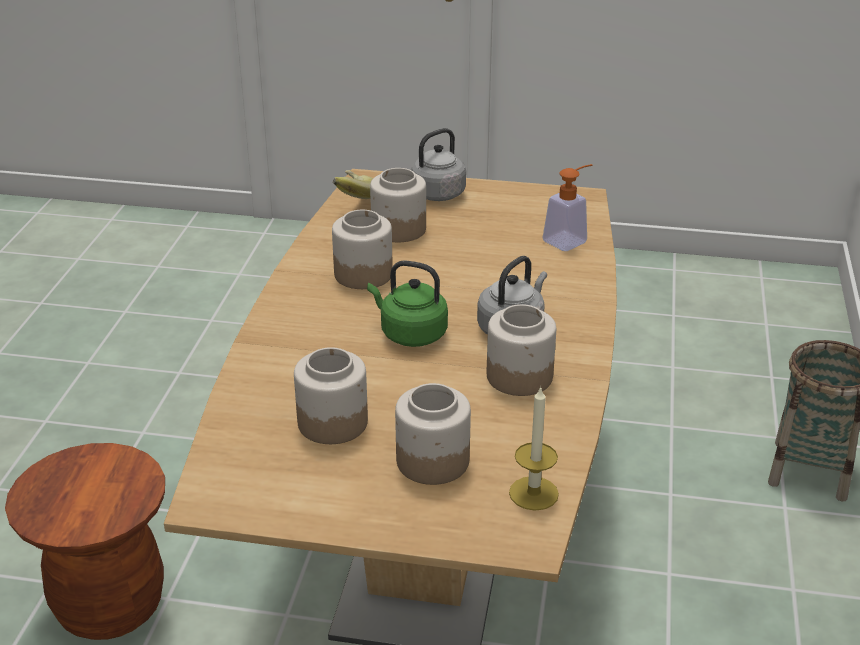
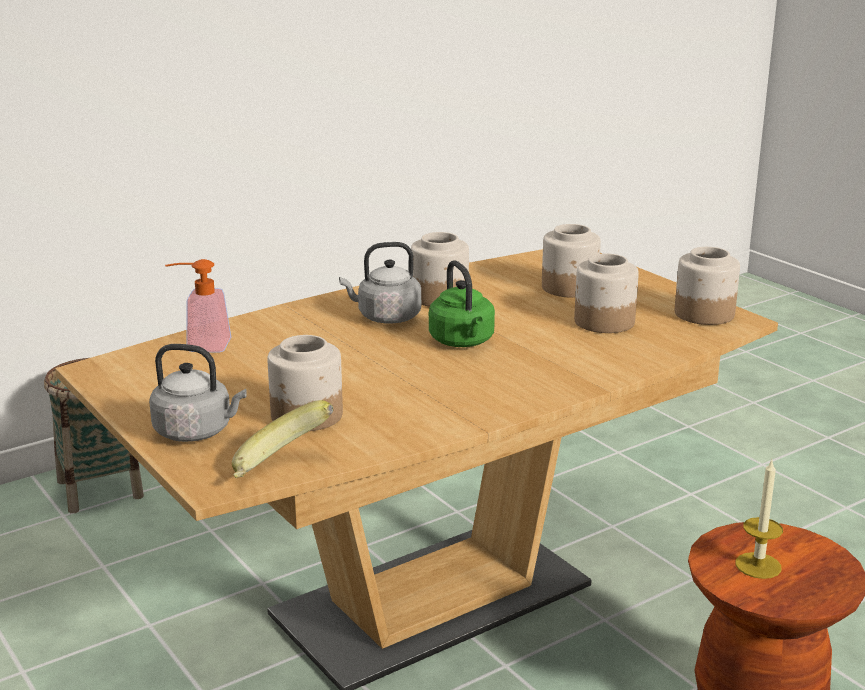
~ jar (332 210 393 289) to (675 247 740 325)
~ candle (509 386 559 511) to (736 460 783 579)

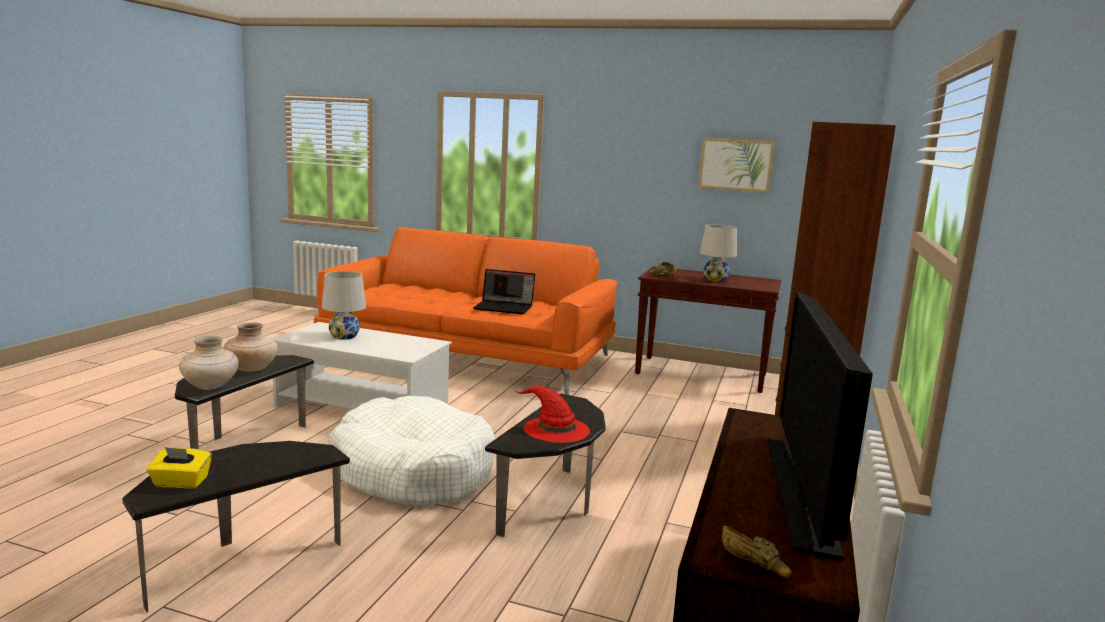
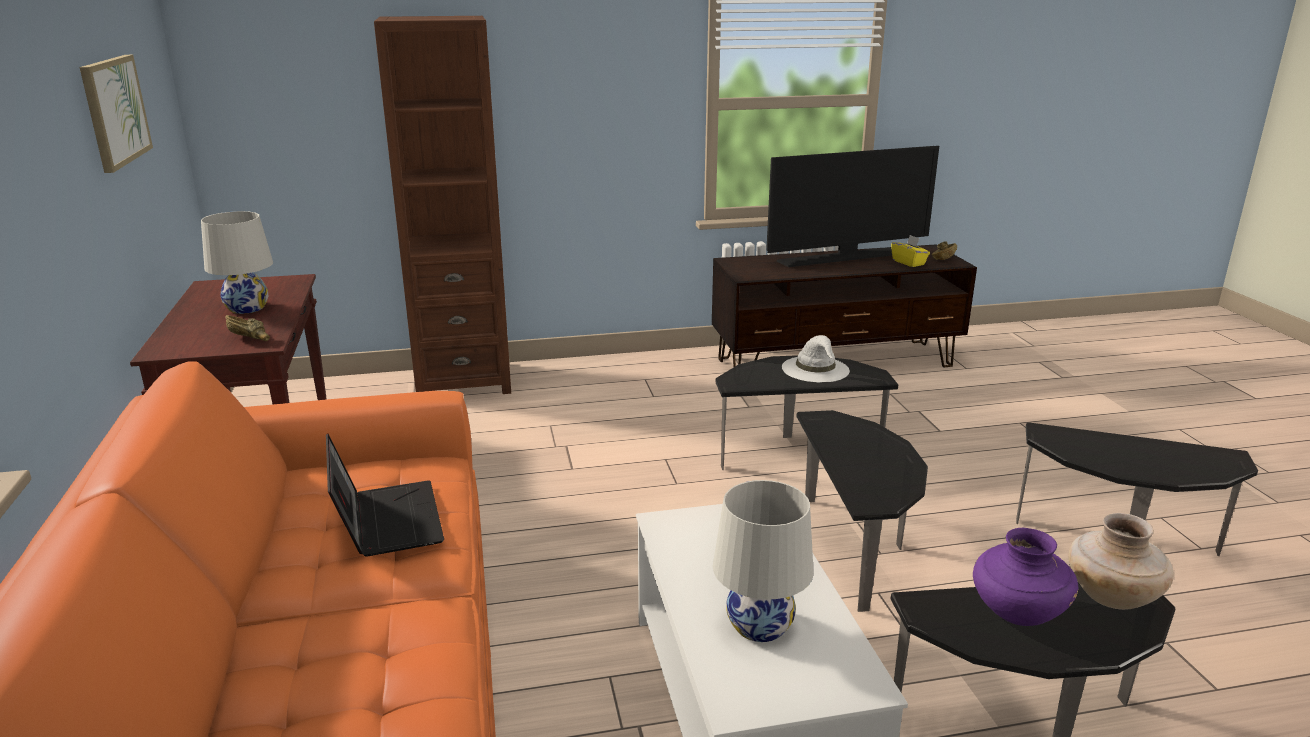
~ red_hat (516 386 590 443) to white_hat (782 335 850 382)
~ white_dog_bed (328 396 495 508) to side_table (797 410 928 612)
~ yellow_tissue_box (147 447 212 489) to (891 235 930 267)
~ beige_vase (223 322 278 371) to purple_vase (973 528 1078 626)

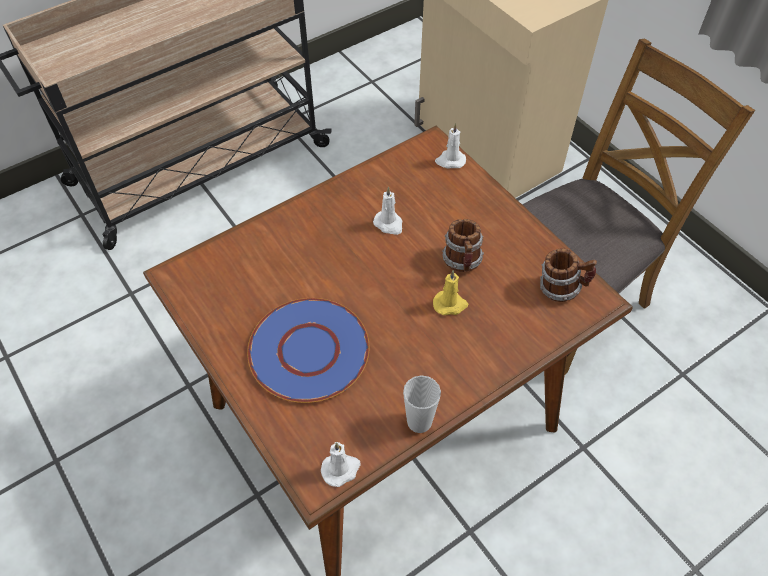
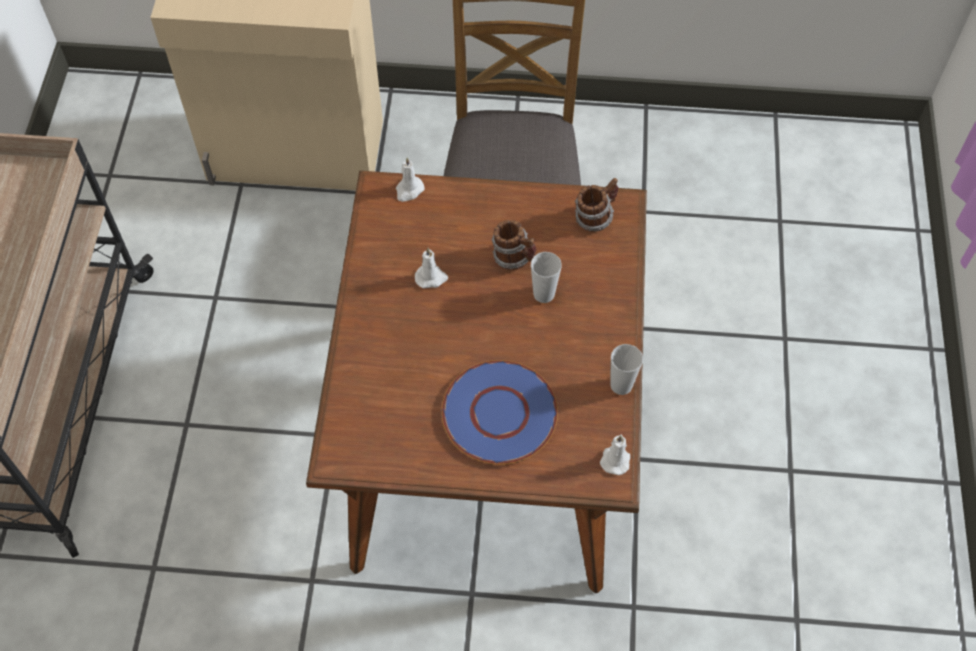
~ yellow_candle (433 270 468 315) to cup (531 252 562 303)

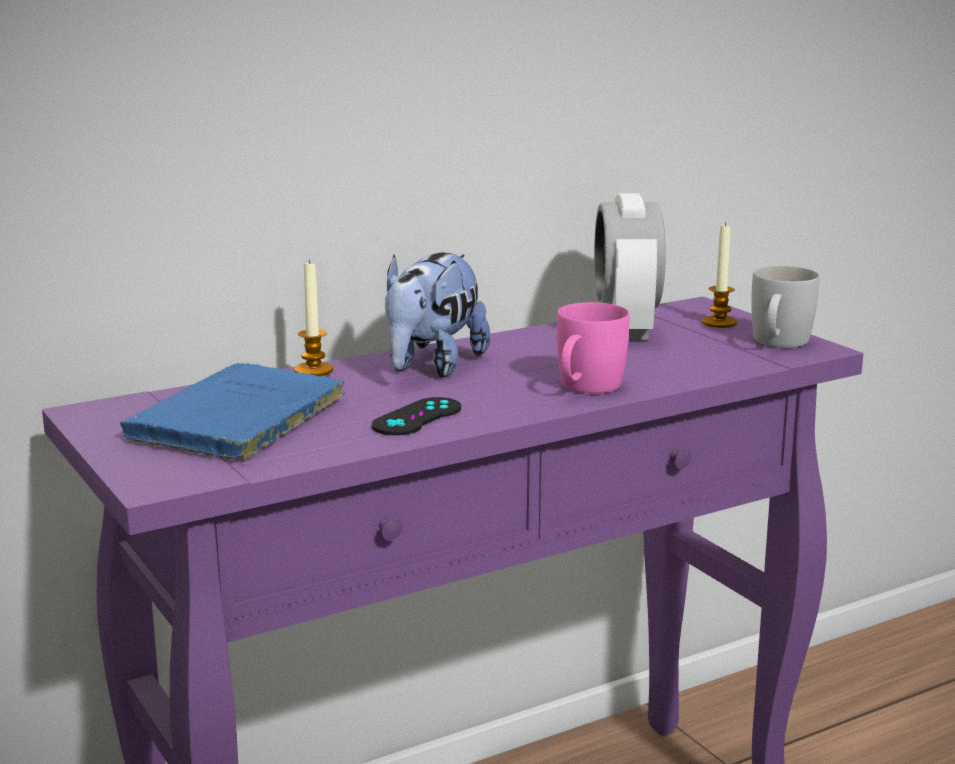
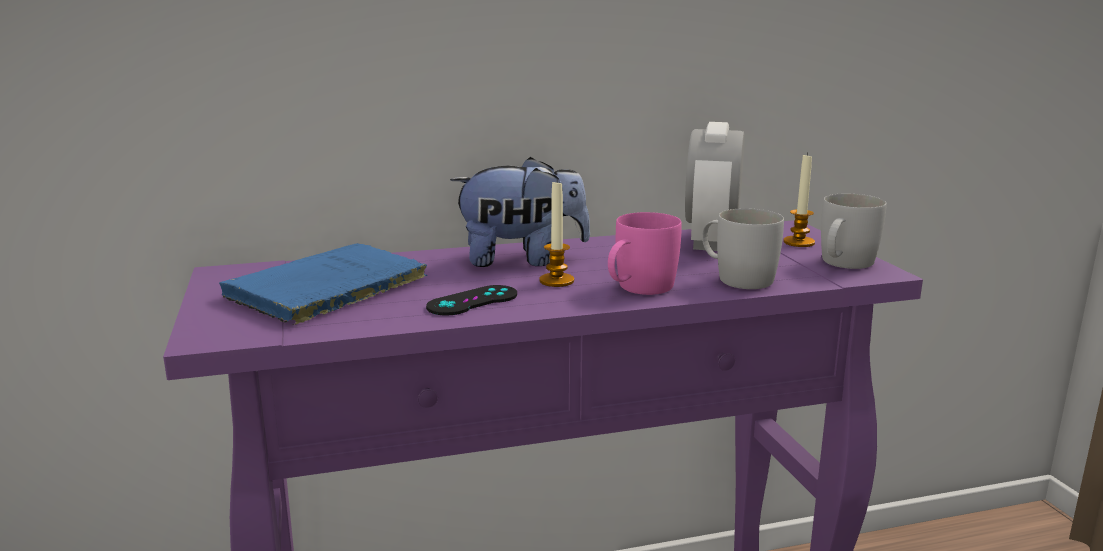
~ plush_toy (385 252 490 377) = (450 157 590 267) 135 degrees counterclockwise
~ candle (295 259 333 376) to (539 181 574 287)
+ white_mug (702 208 784 289)

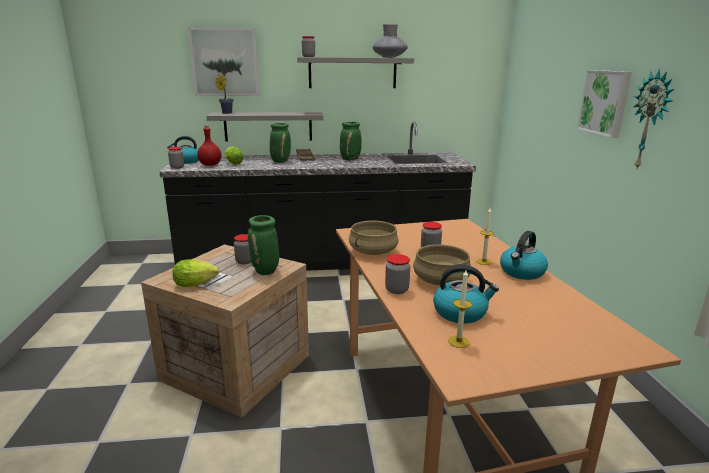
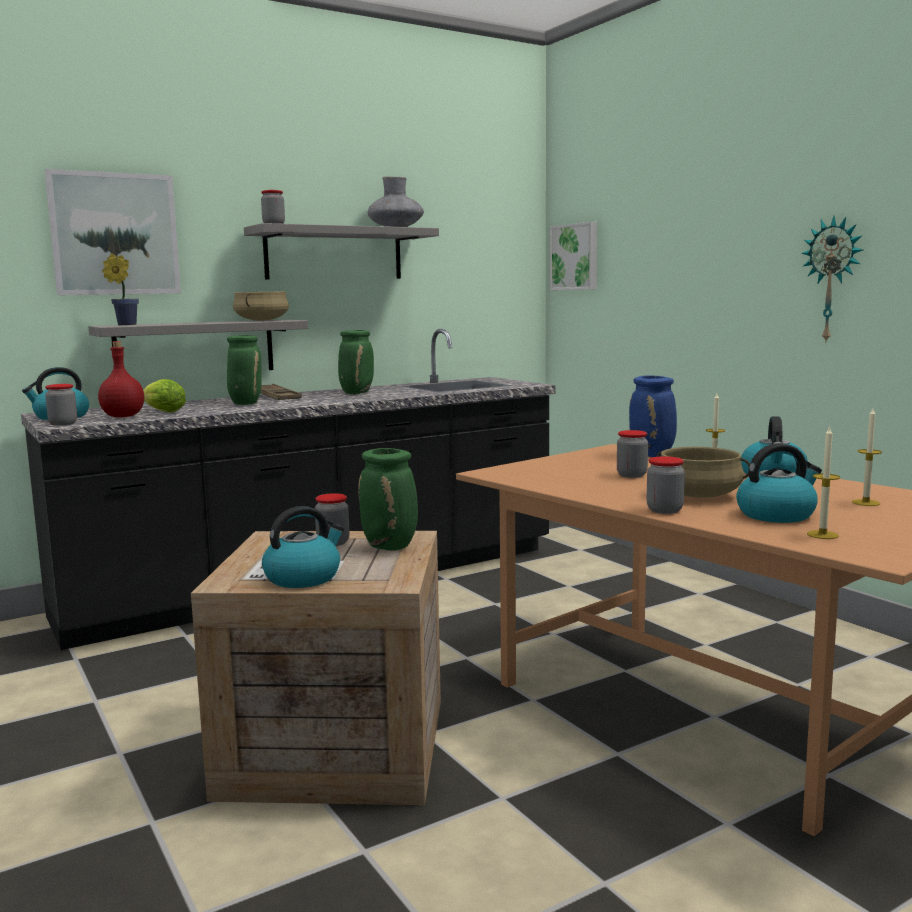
~ beige_cooking_pot (349 221 399 255) to (233 292 289 321)
~ lettuce (172 260 219 287) to kettle (262 506 344 588)
~ picture (577 70 632 138) to (550 222 597 290)
+ blue_vase (629 375 677 457)
+ candle (852 408 882 506)

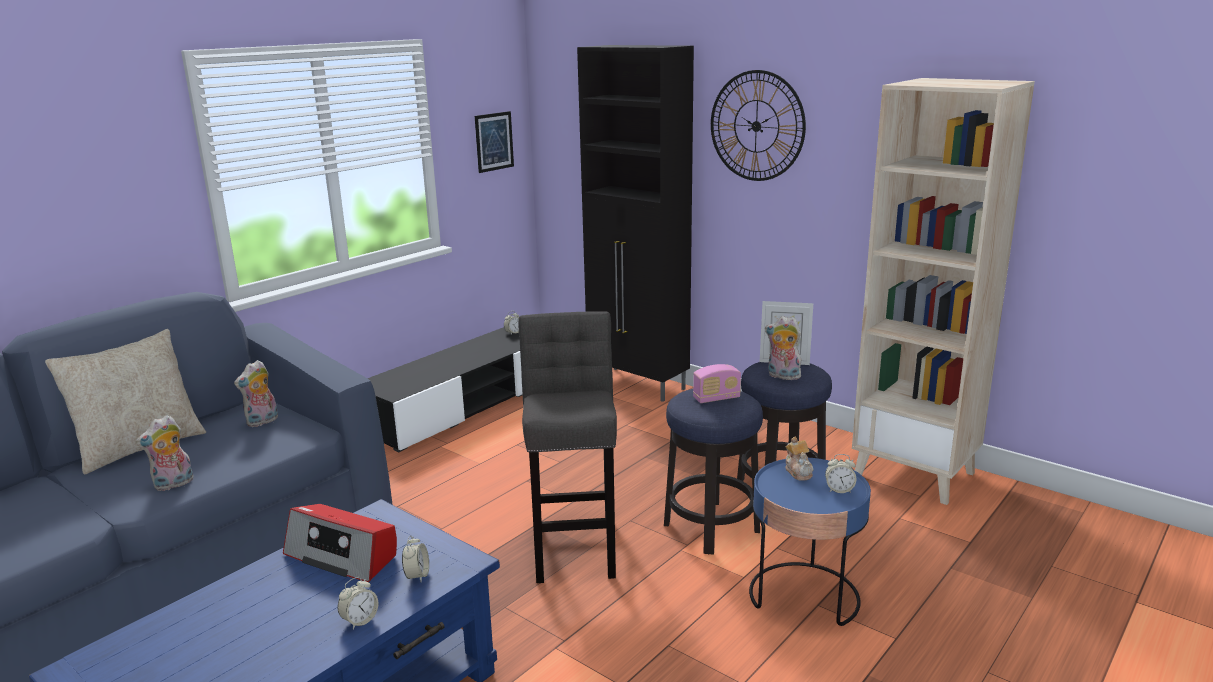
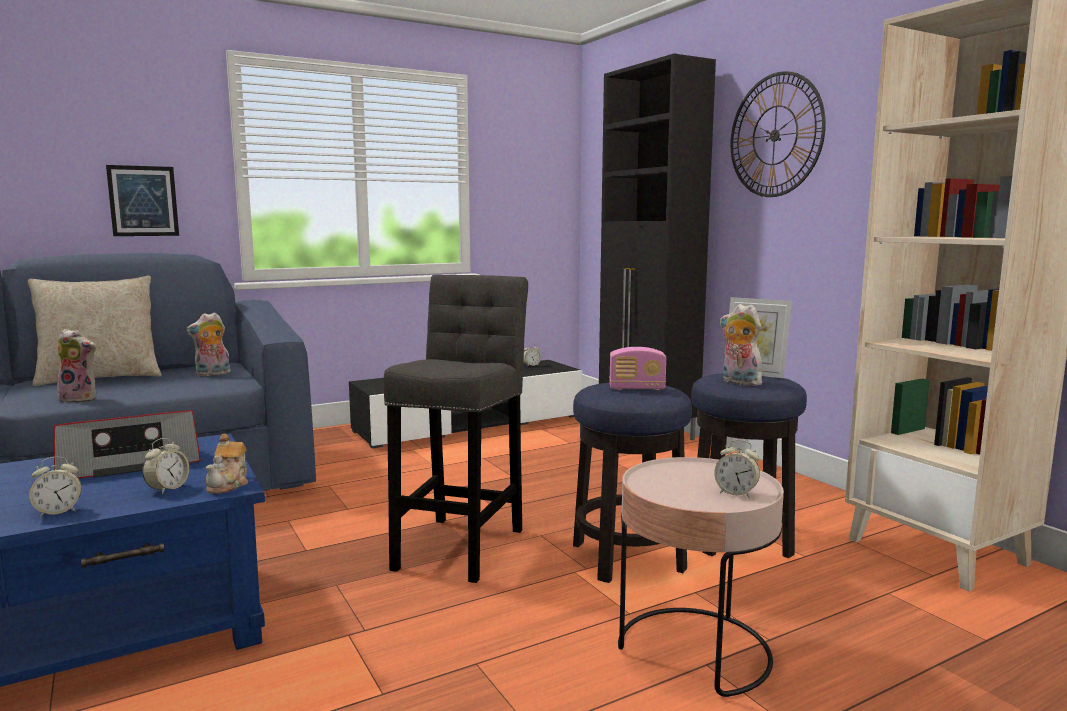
~ radio (283 504 397 582) = (54 410 201 478) 75 degrees counterclockwise
~ plush_toy (136 415 193 491) = (57 329 97 403) 150 degrees counterclockwise
~ picture (475 111 514 173) to (106 165 179 236)
~ teapot (785 436 814 481) to (205 434 249 494)
~ blue_side_table (749 458 871 626) to pink_side_table (618 457 784 697)

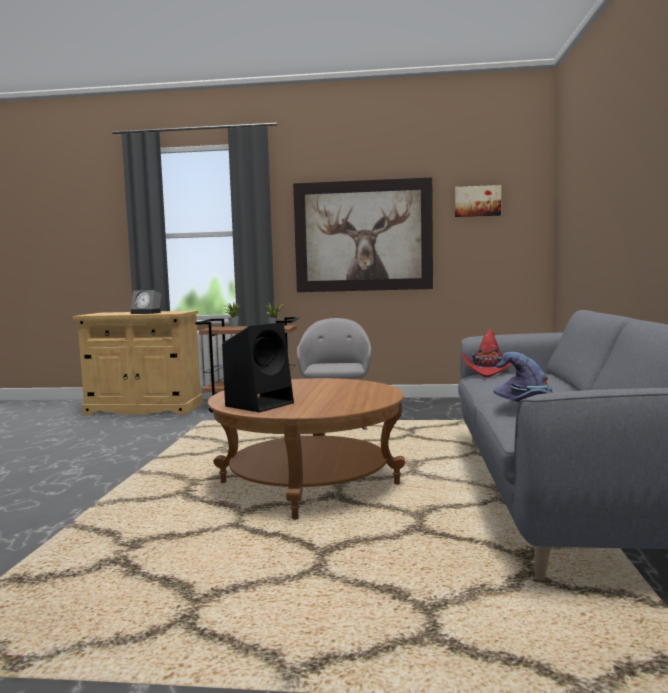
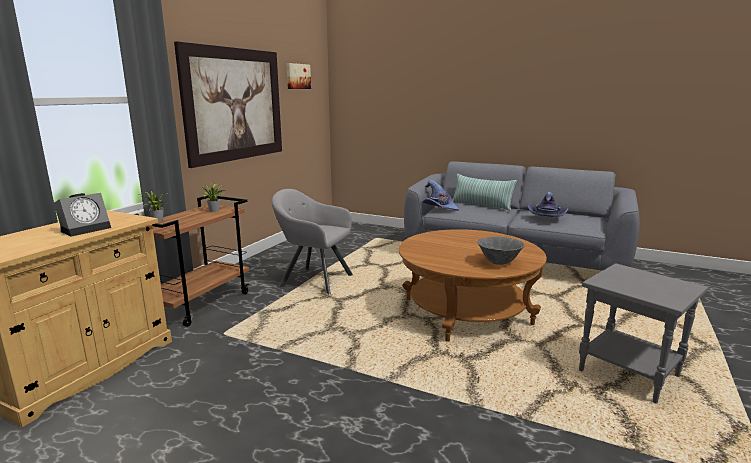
~ red_hat (462 330 511 377) to purple_hat (423 181 459 211)
+ pillow (452 174 517 211)
~ black_speaker (222 322 294 413) to grey_bowl (477 237 525 265)
+ grey_side_table (579 263 708 404)

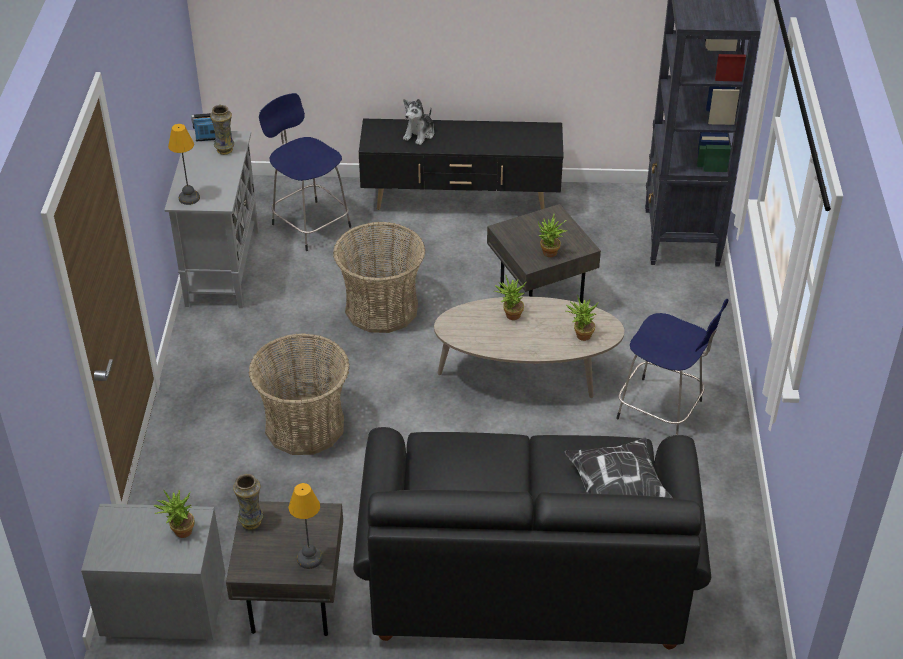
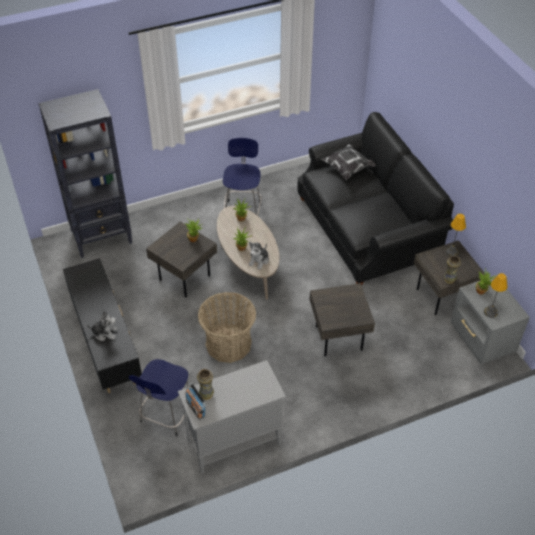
+ plush_toy (249 242 269 270)
~ basket (249 333 350 455) to grey_side_table (310 283 375 356)
~ table_lamp (168 124 200 205) to (484 273 507 318)

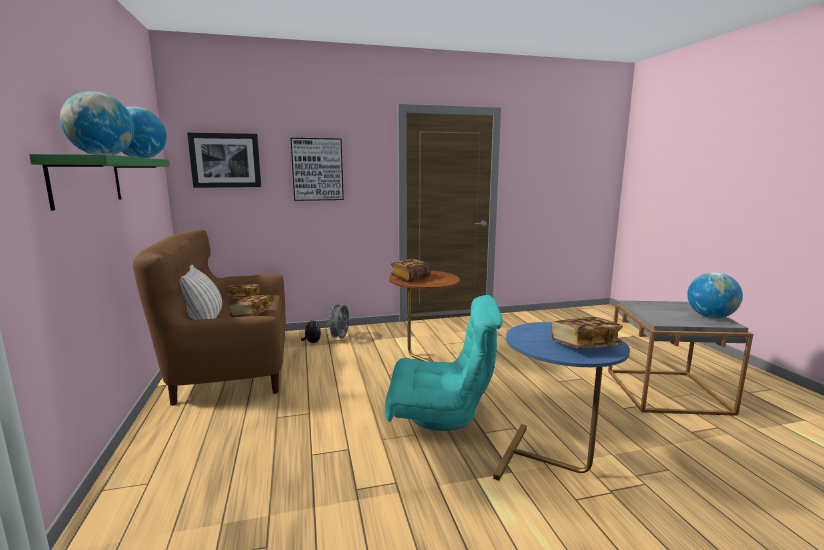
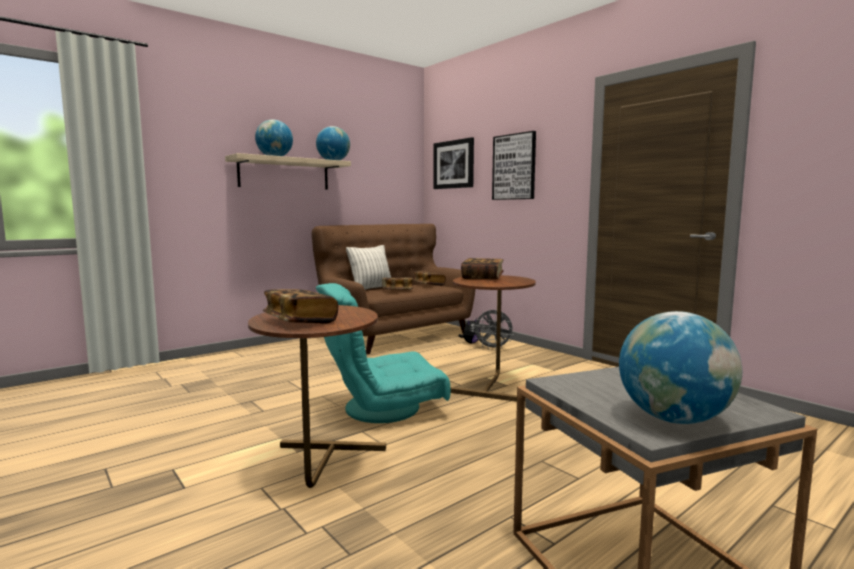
~ green_shelf (29 154 170 211) to beige_shelf (225 153 351 190)
~ blue_side_table (493 322 630 481) to brown_side_table (248 305 386 488)
~ turquoise_armchair (385 295 503 431) = (316 283 451 423) 90 degrees clockwise
~ grey_fan (327 302 351 340) = (472 309 514 349) 150 degrees counterclockwise

